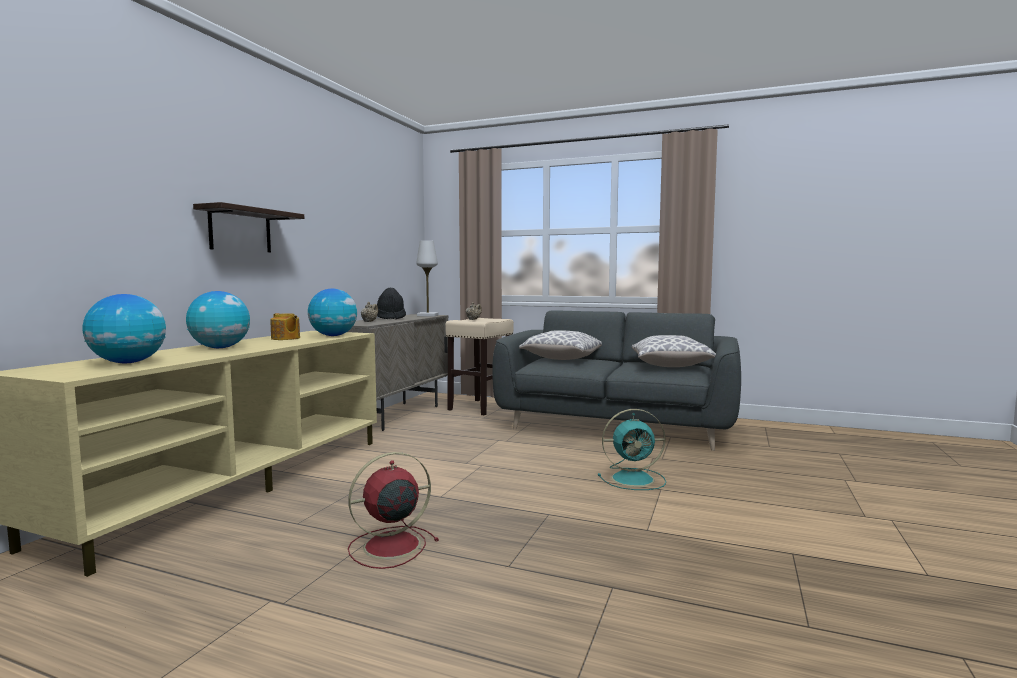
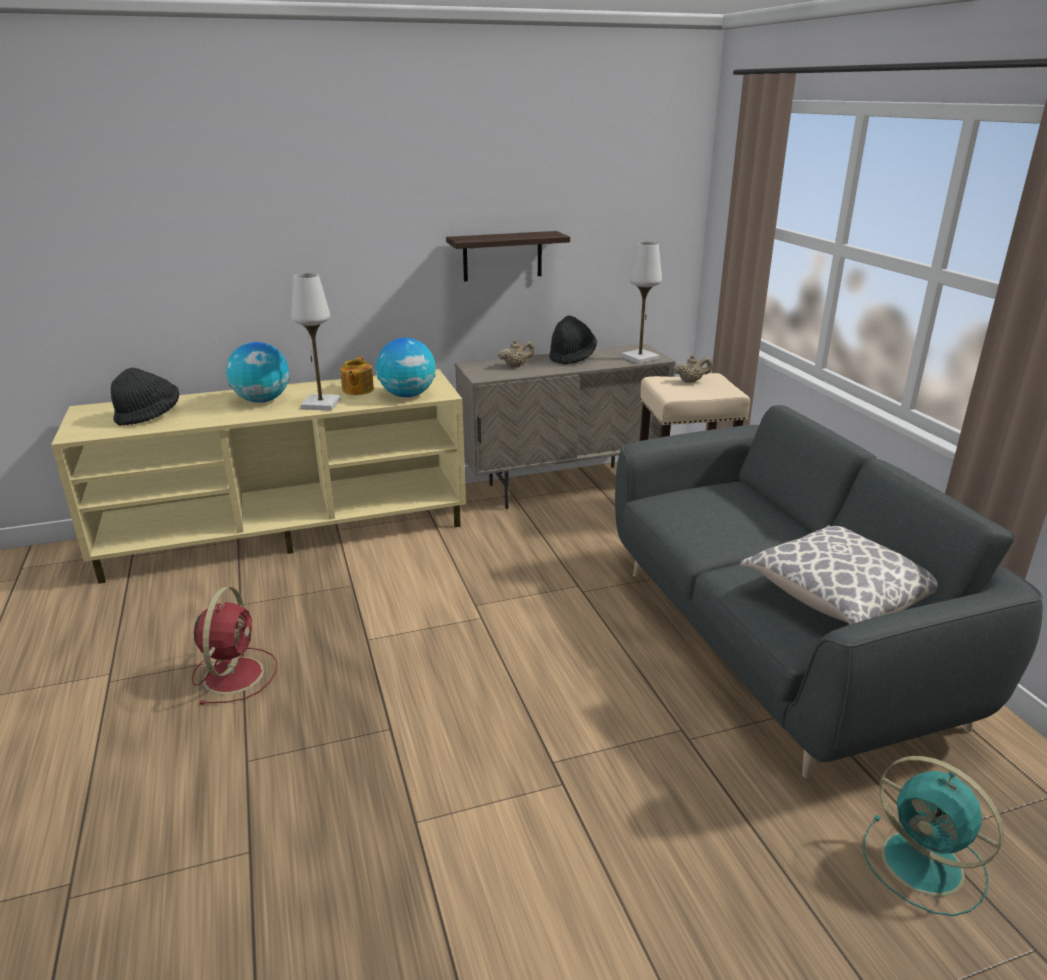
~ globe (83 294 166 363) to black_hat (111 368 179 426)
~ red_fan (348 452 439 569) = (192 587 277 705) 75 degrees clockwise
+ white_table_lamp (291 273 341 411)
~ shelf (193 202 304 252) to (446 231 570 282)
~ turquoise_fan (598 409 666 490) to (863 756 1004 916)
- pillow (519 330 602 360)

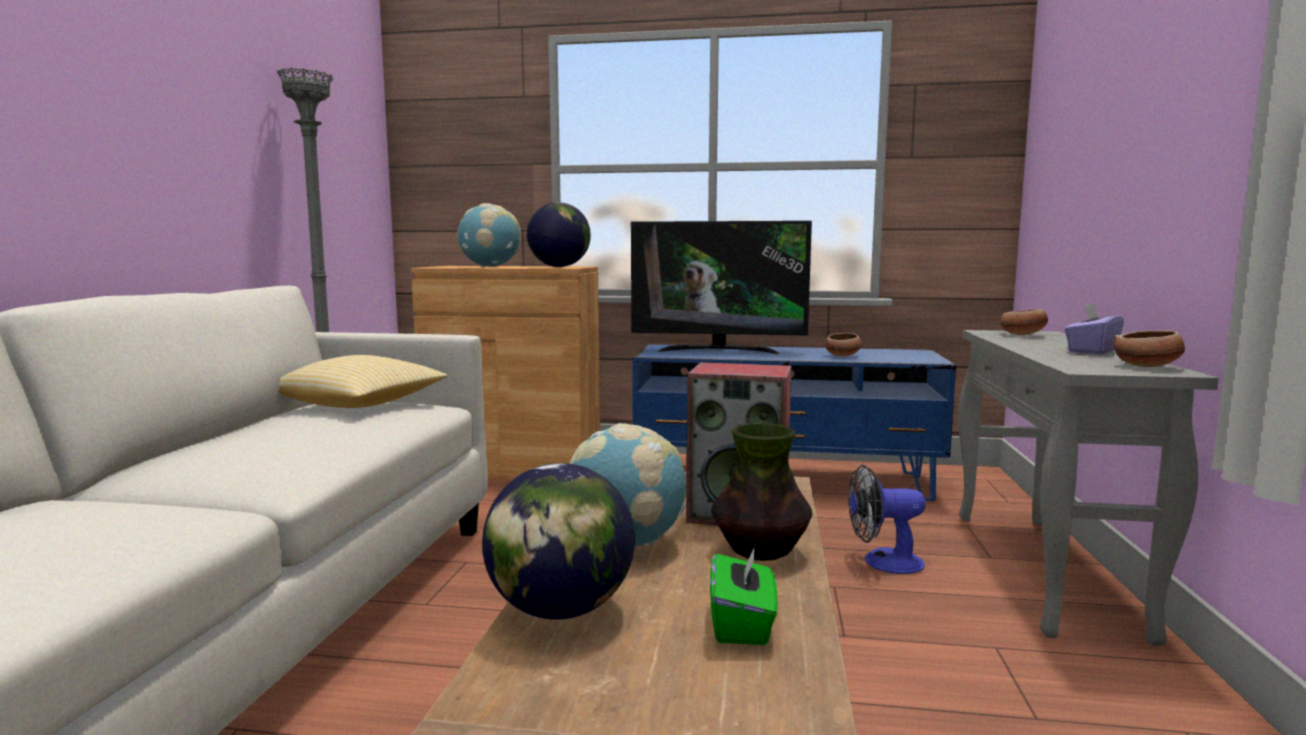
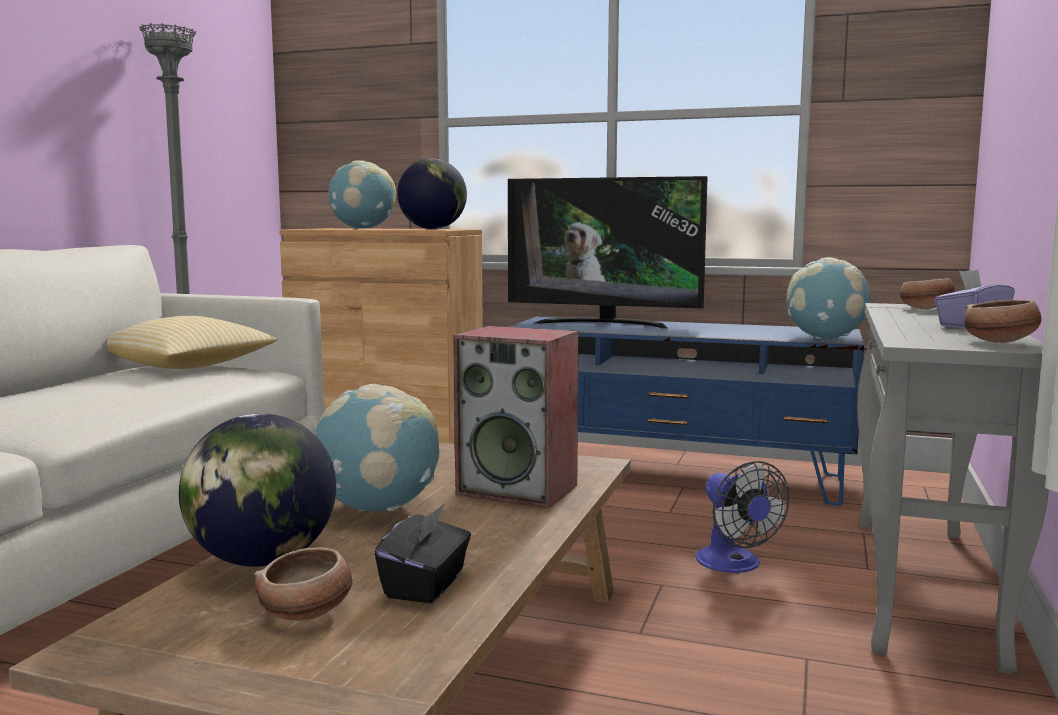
~ bowl (825 333 862 356) to (254 547 352 621)
~ green_tissue_box (710 546 778 645) to black_tissue_box (375 504 471 603)
~ fan (848 465 926 574) = (695 461 790 573) 120 degrees counterclockwise
+ globe (786 257 870 339)
- vase (711 423 812 561)

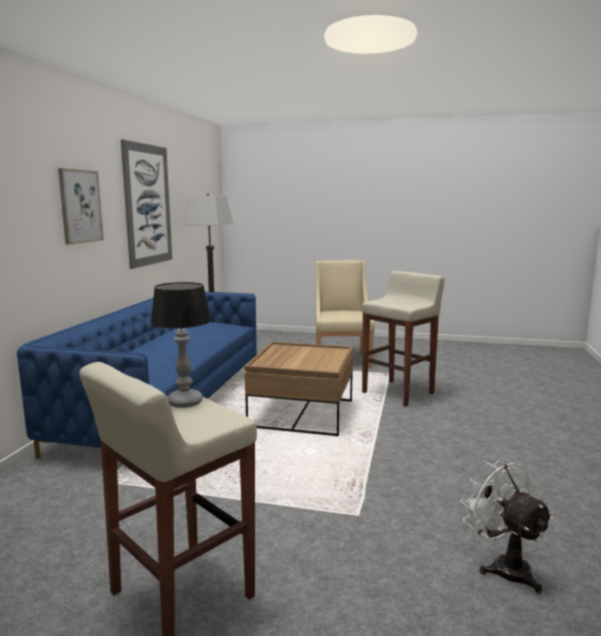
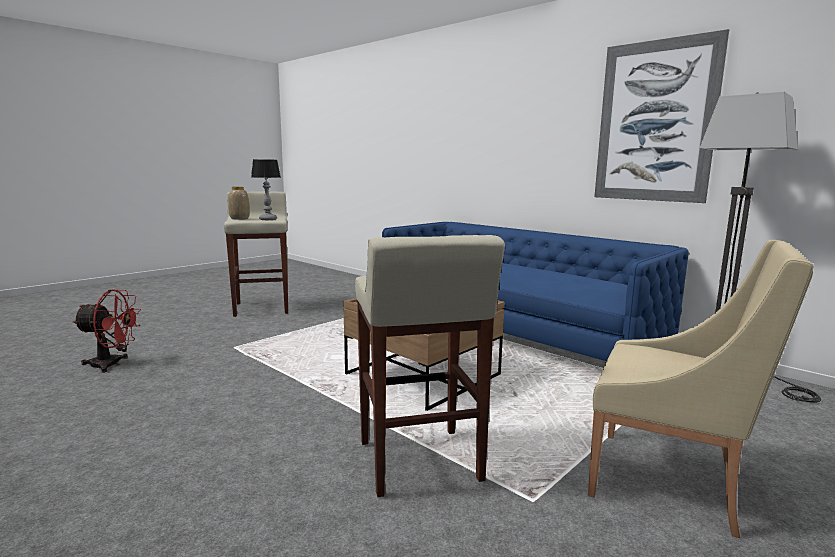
~ white_fan (461 457 554 593) to red_fan (73 289 141 373)
+ vase (228 187 250 220)
- picture (58 168 104 245)

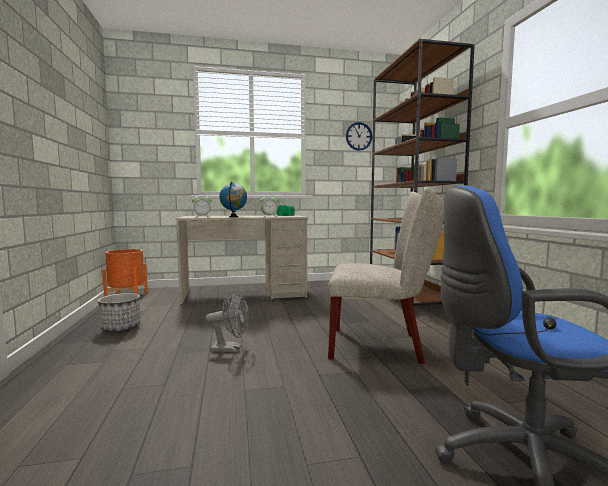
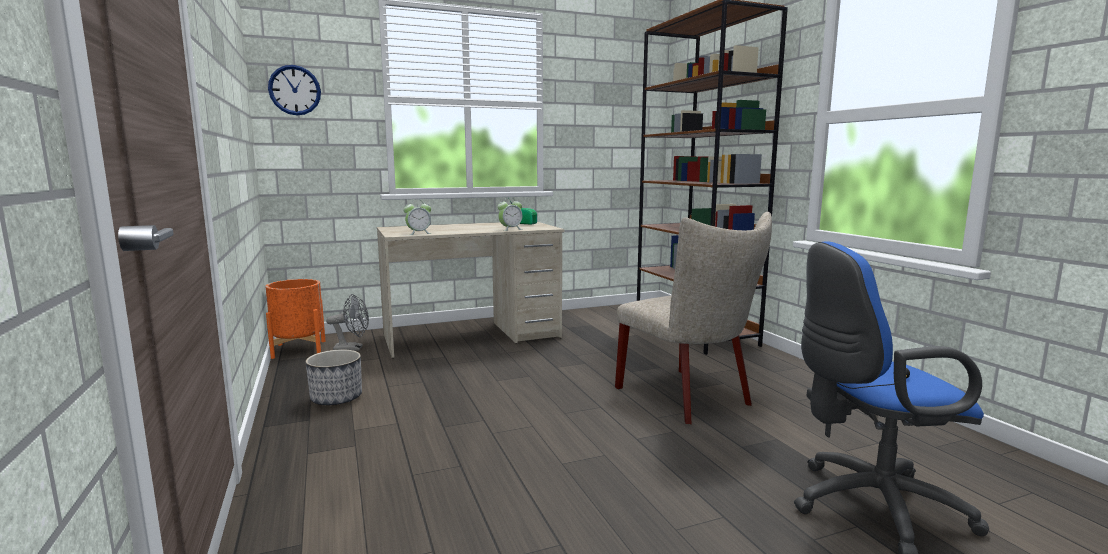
~ wall_clock (346 122 372 151) to (268 65 321 115)
~ grey_fan (206 290 249 353) to (326 294 369 351)
~ beige_chair (328 189 444 364) = (615 212 772 424) 60 degrees clockwise
- globe (219 181 247 217)

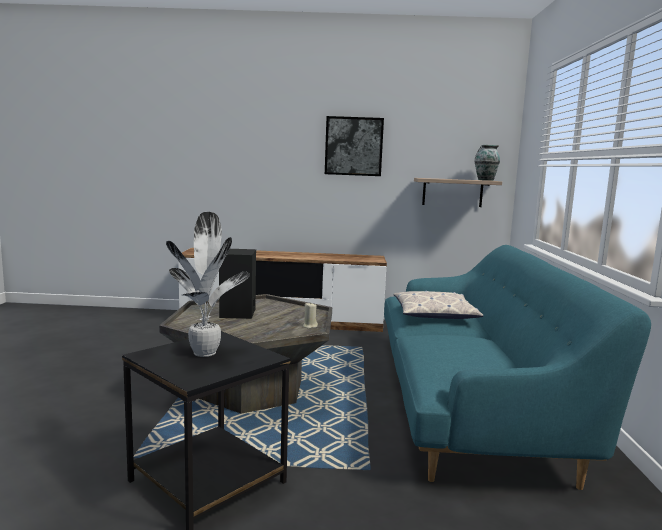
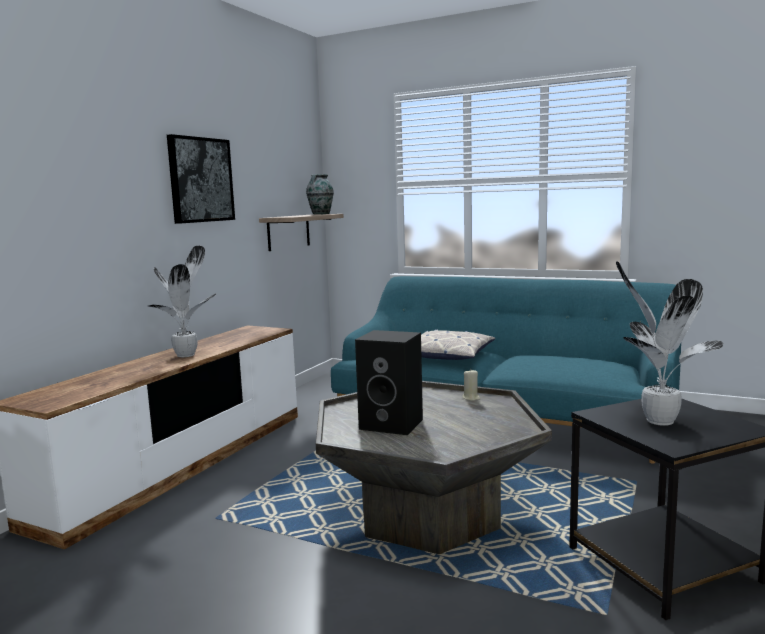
+ potted_plant (148 245 217 357)

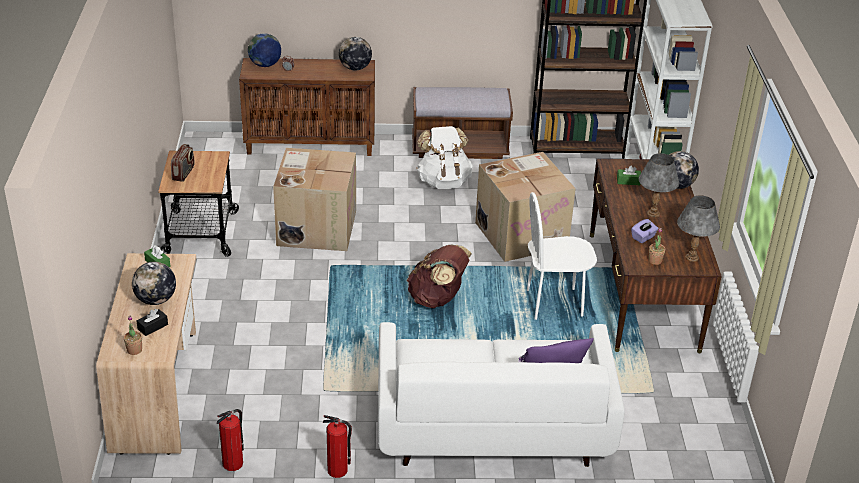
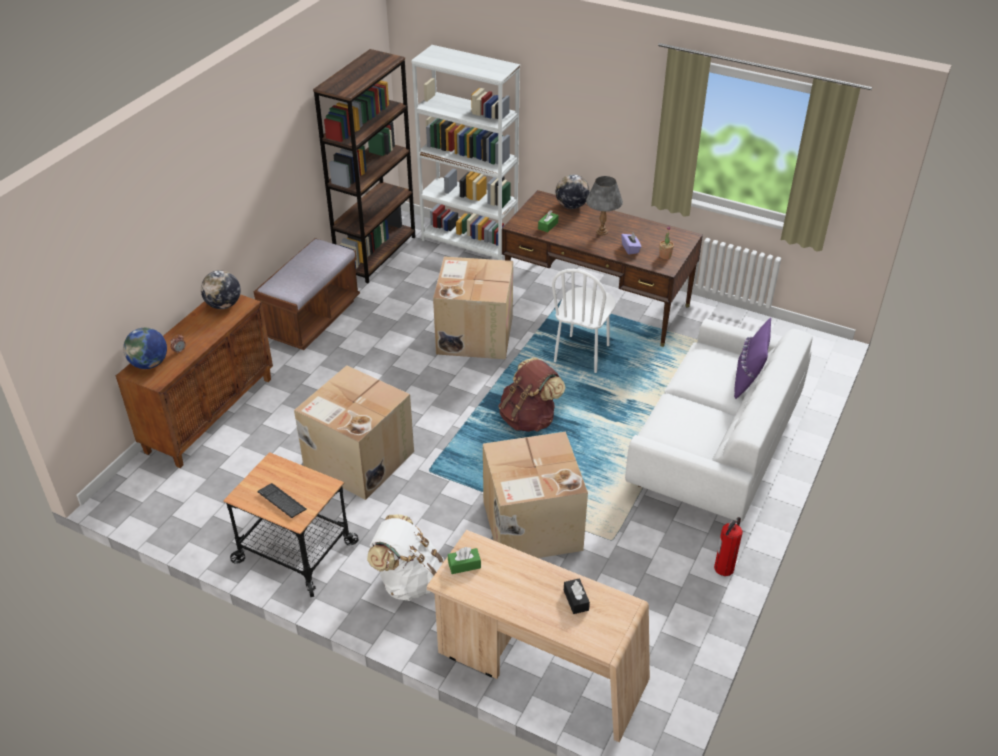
~ radio (171 144 195 182) to keyboard (257 483 307 518)
~ white_backpack (416 126 473 189) to (367 514 444 601)
+ cardboard_box (483 432 588 558)
- potted_plant (124 315 142 355)
- globe (132 262 176 305)
- fire_extinguisher (217 409 244 471)
- grey_table_lamp (677 195 720 262)

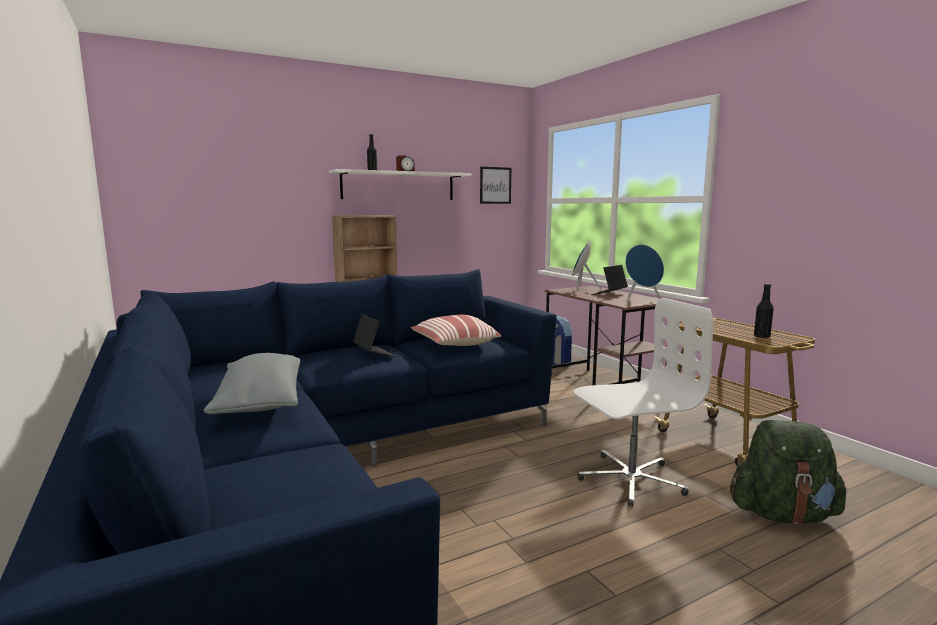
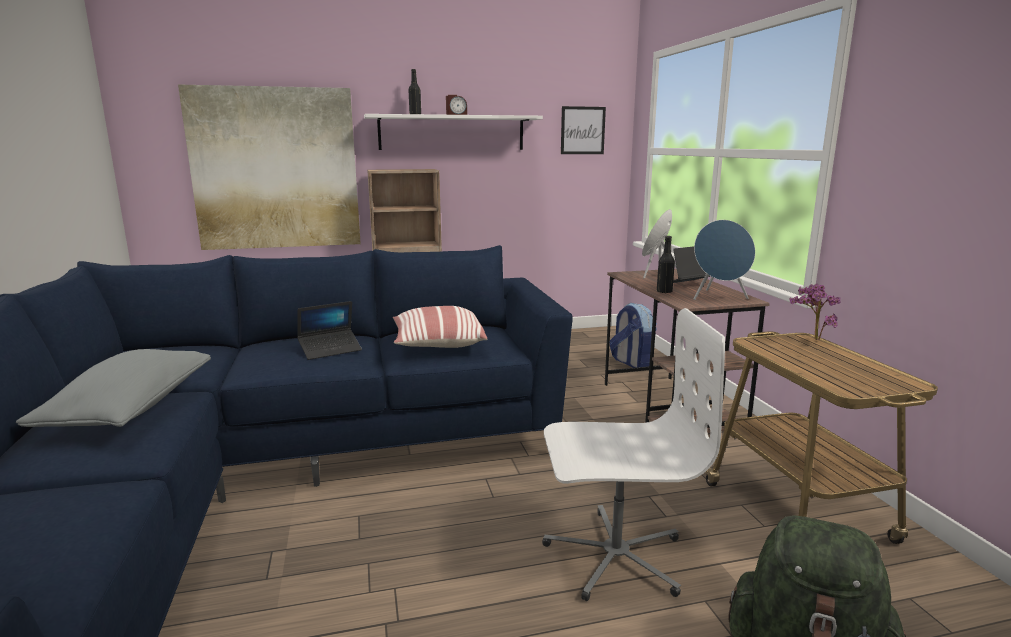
+ picture (178 85 361 250)
~ laptop (353 314 396 357) = (297 301 362 360) 75 degrees clockwise
~ black_bottle (754 284 774 338) to (657 236 675 293)
+ potted_plant (789 284 841 340)

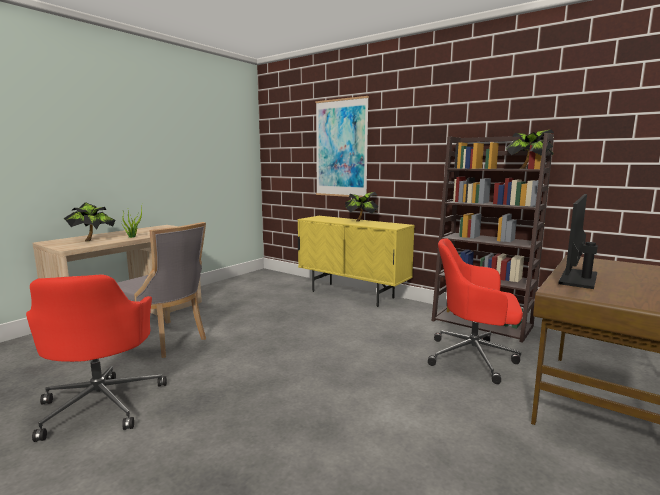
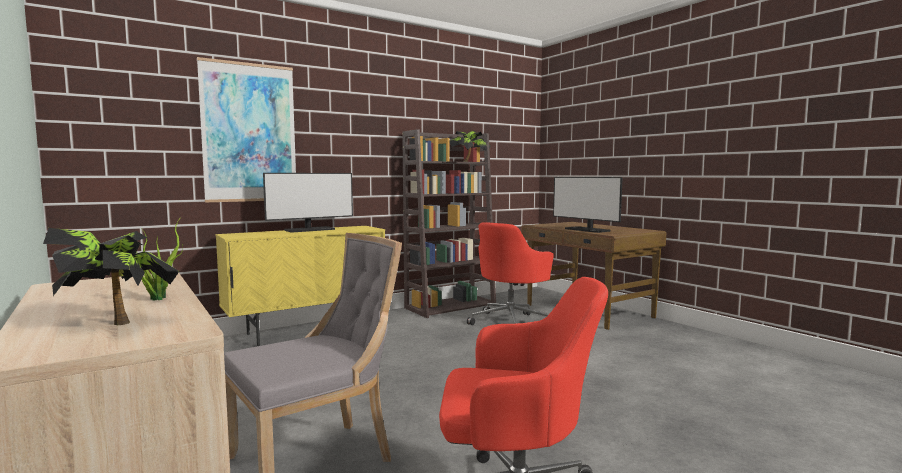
~ potted_plant (345 192 379 221) to monitor (263 173 353 233)

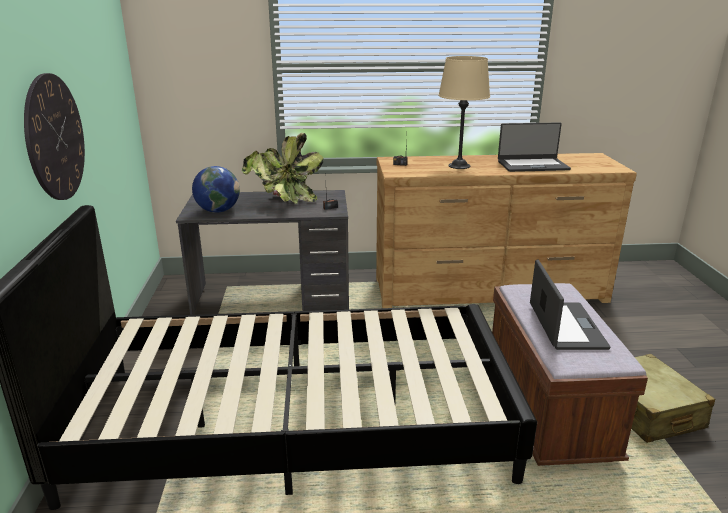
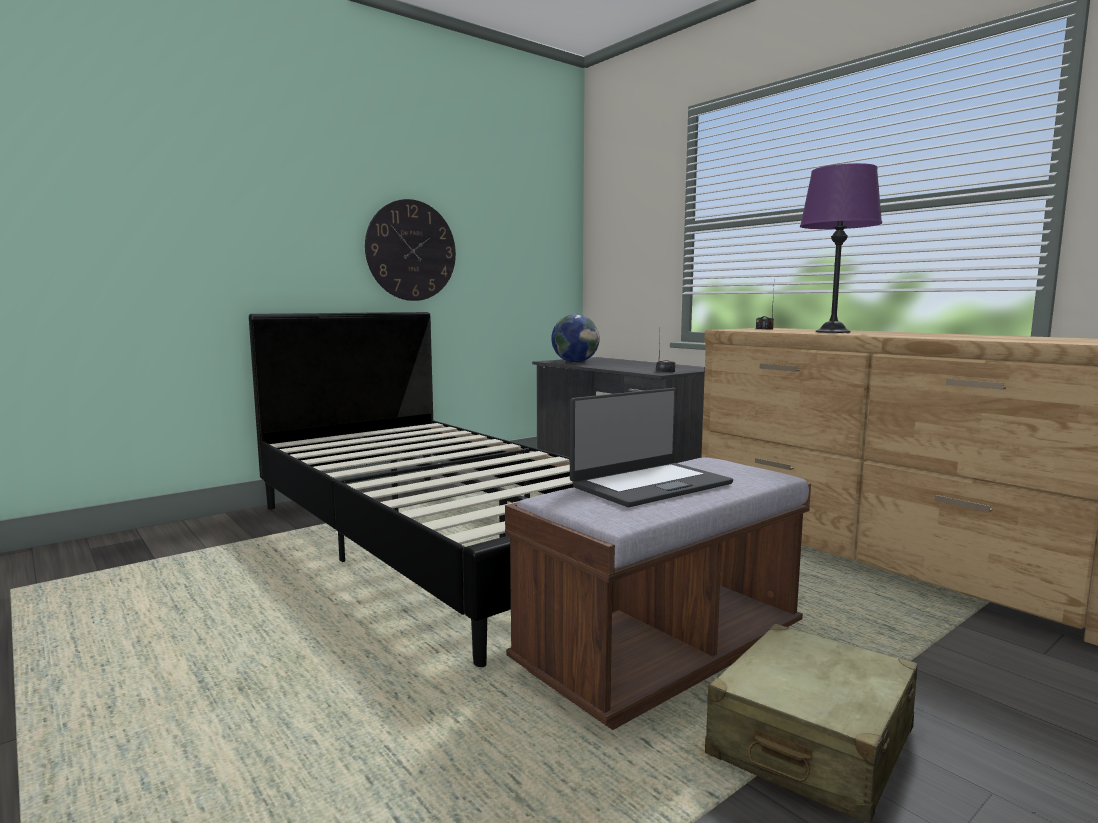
~ beige_table_lamp (438 56 490 169) to purple_table_lamp (800 163 882 333)
- potted_plant (242 133 323 204)
- laptop (498 122 571 172)

